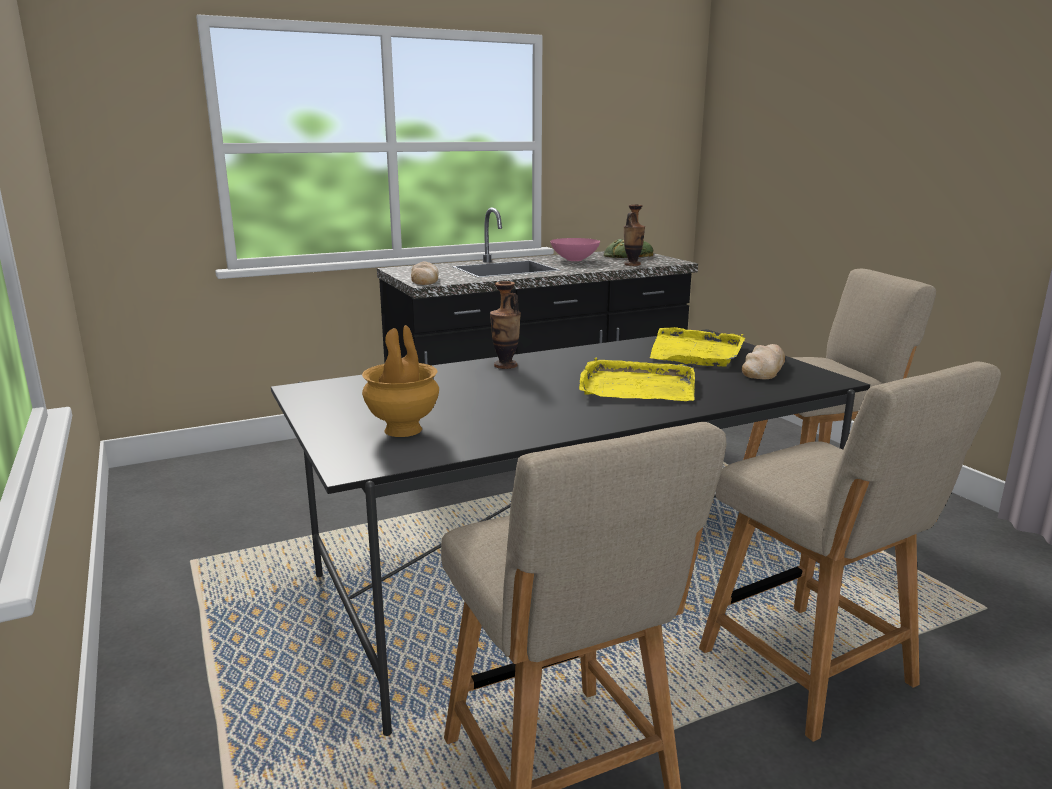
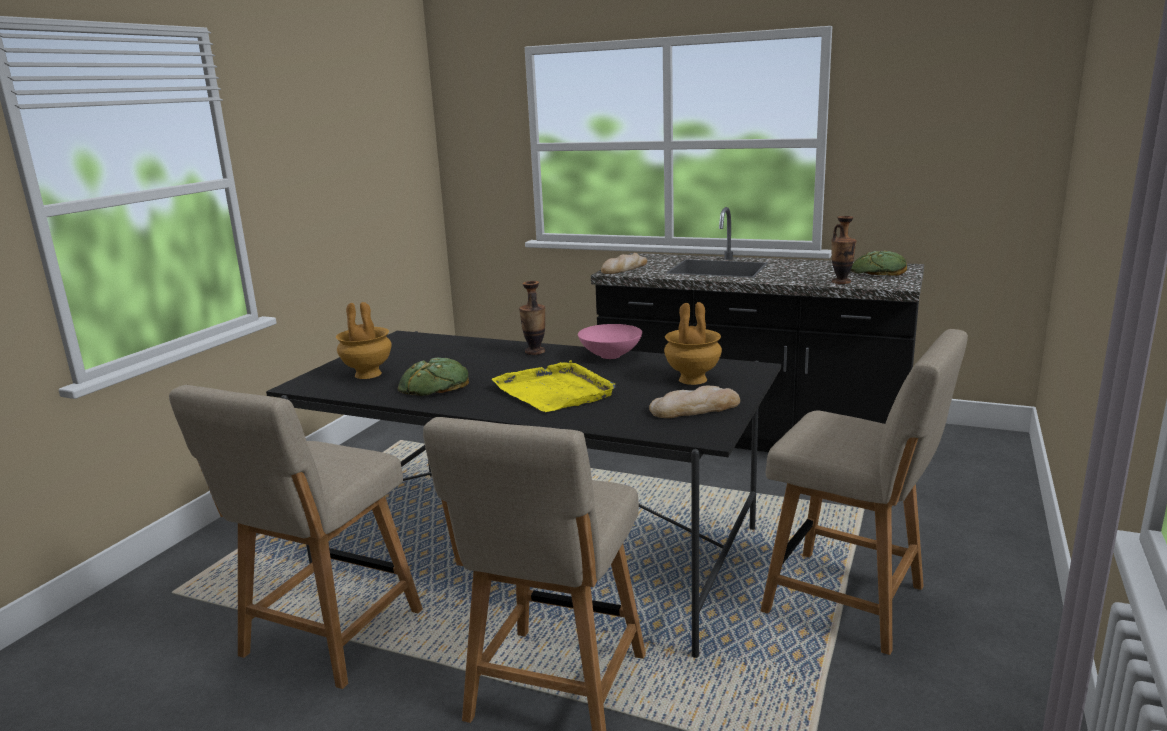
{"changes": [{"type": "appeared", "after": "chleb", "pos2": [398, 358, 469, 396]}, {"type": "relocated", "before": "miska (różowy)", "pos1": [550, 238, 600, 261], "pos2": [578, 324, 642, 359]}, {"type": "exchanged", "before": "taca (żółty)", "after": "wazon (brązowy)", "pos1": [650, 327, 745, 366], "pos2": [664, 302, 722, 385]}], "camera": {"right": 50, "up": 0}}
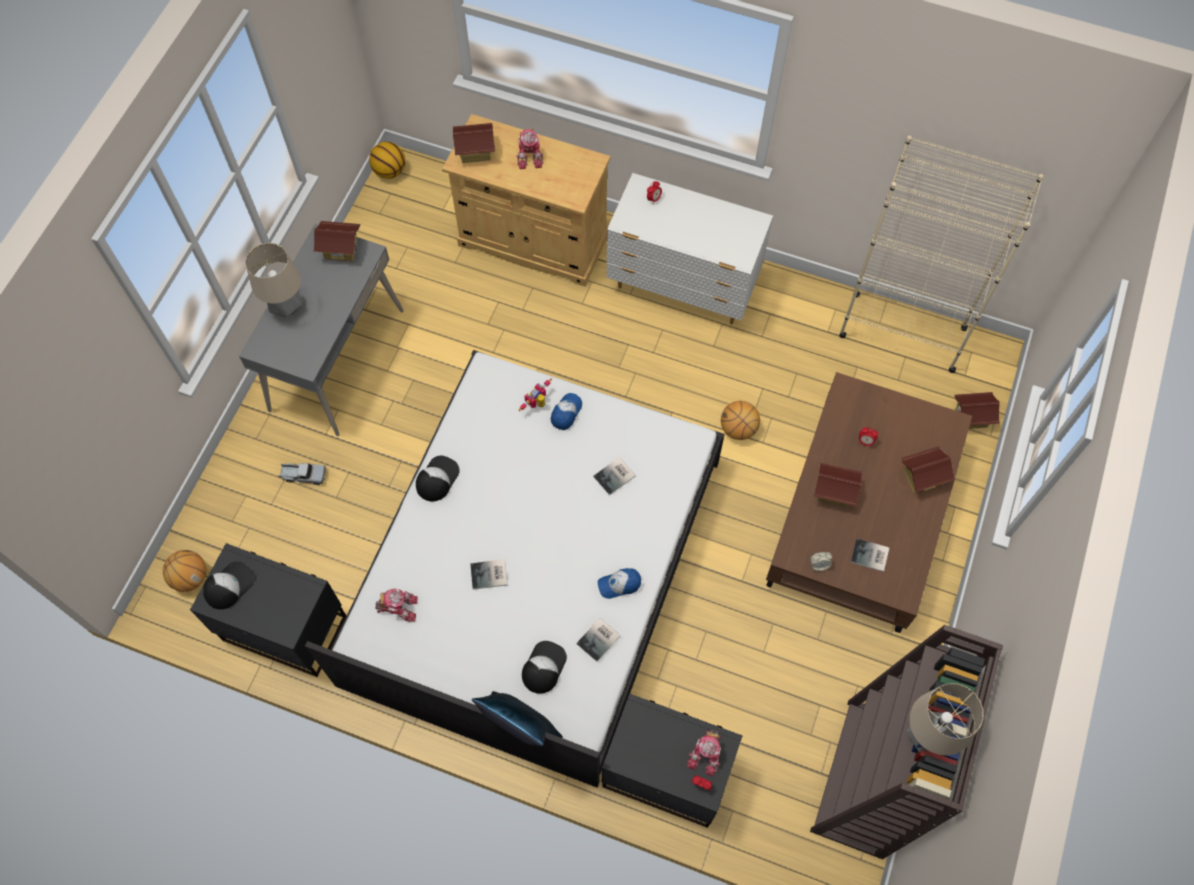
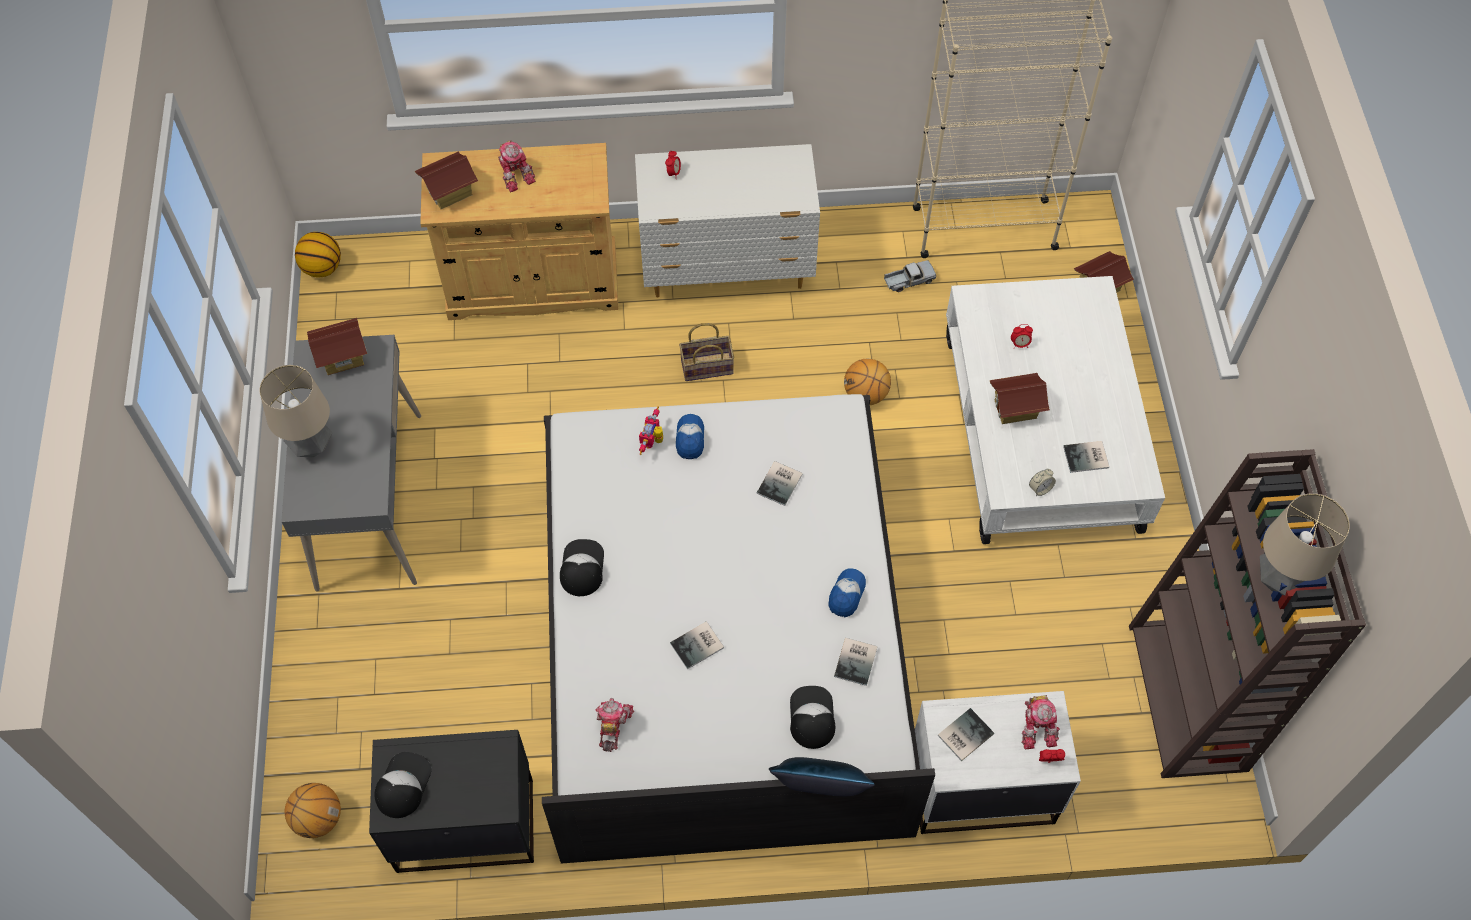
{"changes": [{"type": "spun", "before": "robot zabawkowy", "pos1": [375, 589, 417, 622], "pos2": [595, 698, 634, 752], "turn": -60}, {"type": "appeared", "after": "koszyk", "pos2": [679, 323, 734, 381]}, {"type": "spun", "before": "czapka z daszkiem", "pos1": [598, 568, 641, 599], "pos2": [829, 569, 866, 617], "turn": 150}, {"type": "relocated", "before": "ciężarówka zabawkowa", "pos1": [279, 463, 326, 485], "pos2": [884, 260, 936, 292]}, {"type": "colour", "before": "szafka nocna (czarny)", "after": "szafka nocna (biały)", "pos1": [602, 694, 742, 828], "pos2": [915, 691, 1081, 834]}, {"type": "appeared", "after": "książka", "pos2": [938, 708, 994, 761]}, {"type": "colour", "before": "ława (brązowy)", "after": "ława (biały)", "pos1": [766, 372, 972, 633], "pos2": [946, 276, 1165, 544]}, {"type": "missing", "before": "domek", "pos1": [901, 446, 955, 493]}], "camera": {"right": -25, "up": -5}}
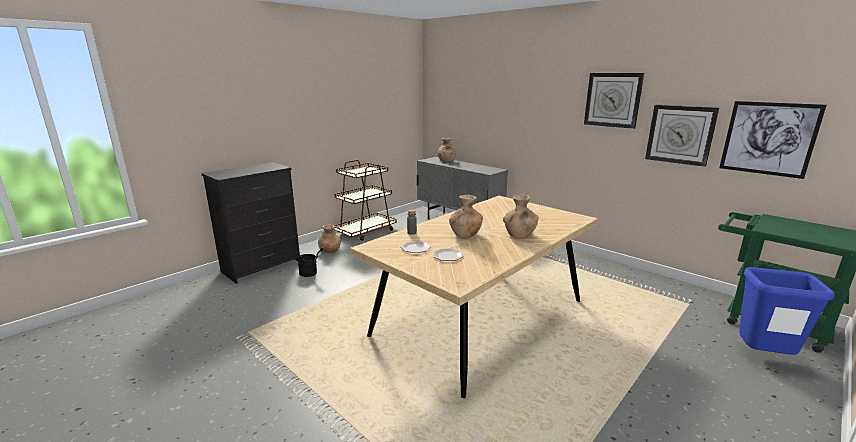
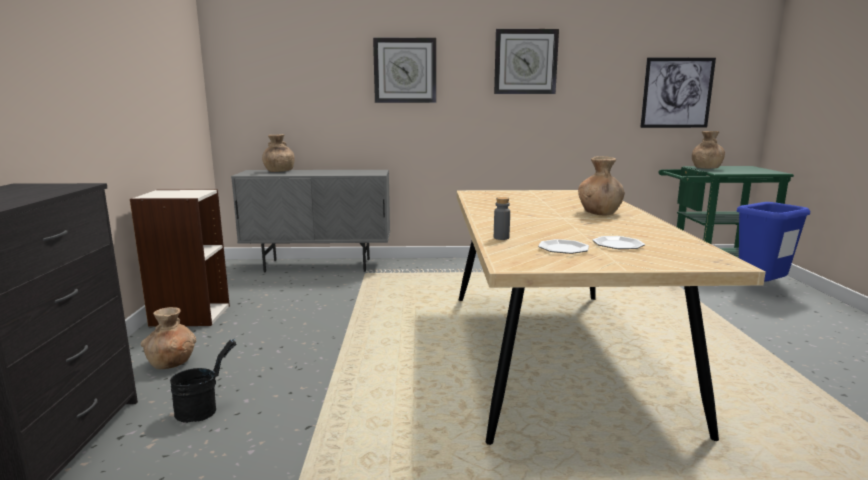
{"changes": [{"type": "exchanged", "before": "wózek (brązowy)", "after": "regał", "pos1": [334, 160, 397, 241], "pos2": [130, 189, 230, 327]}, {"type": "relocated", "before": "zegar ścienny", "pos1": [645, 105, 719, 167], "pos2": [373, 38, 436, 103]}, {"type": "relocated", "before": "wazon (brązowy)", "pos1": [449, 195, 483, 238], "pos2": [692, 131, 725, 169]}], "camera": {"right": -45, "up": -5}}
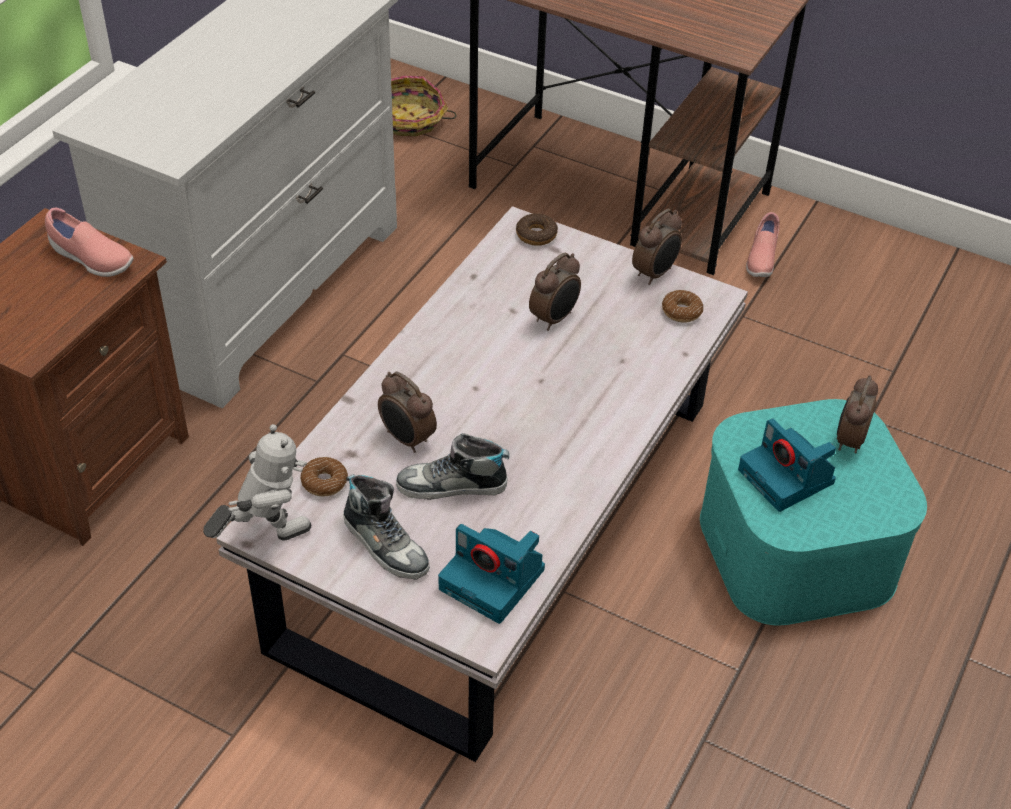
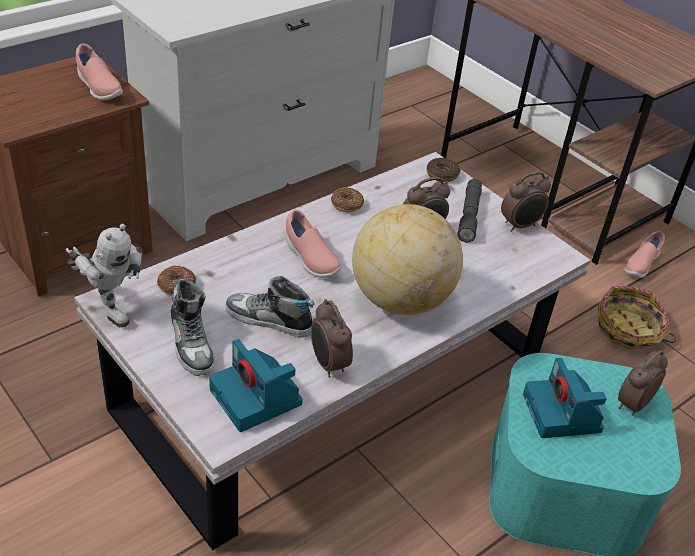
{"changes": [{"type": "spun", "before": "robot zabawkowy", "pos1": [203, 424, 312, 541], "pos2": [66, 224, 142, 327], "turn": 45}, {"type": "appeared", "after": "but (różowy)", "pos2": [285, 210, 341, 278]}, {"type": "relocated", "before": "budzik", "pos1": [378, 372, 437, 453], "pos2": [311, 299, 353, 378]}, {"type": "relocated", "before": "donut", "pos1": [662, 290, 703, 323], "pos2": [331, 187, 364, 213]}, {"type": "appeared", "after": "globus", "pos2": [352, 204, 463, 315]}, {"type": "appeared", "after": "latarka (szary)", "pos2": [457, 179, 482, 243]}, {"type": "relocated", "before": "koszyk", "pos1": [391, 76, 456, 137], "pos2": [598, 286, 676, 349]}], "camera": {"right": 20, "up": -5}}
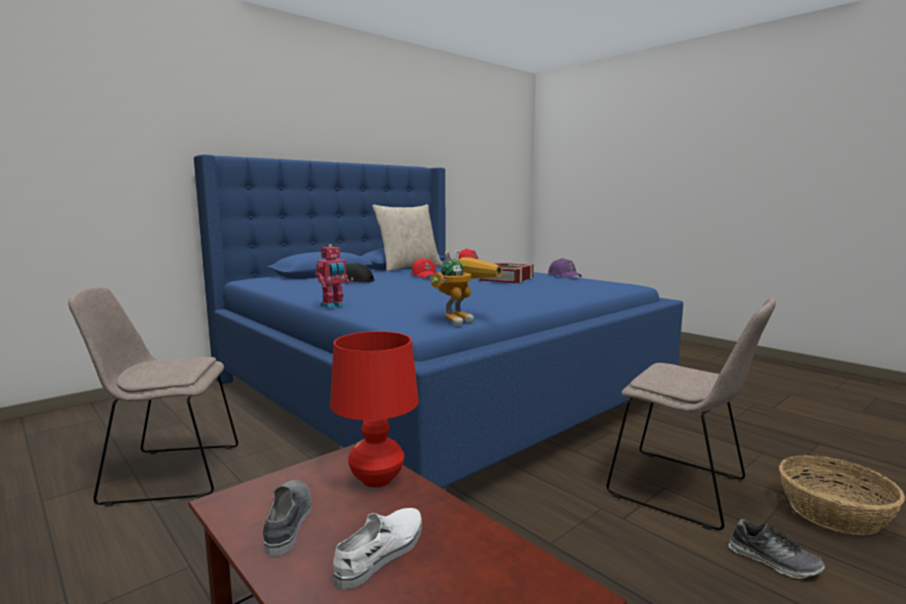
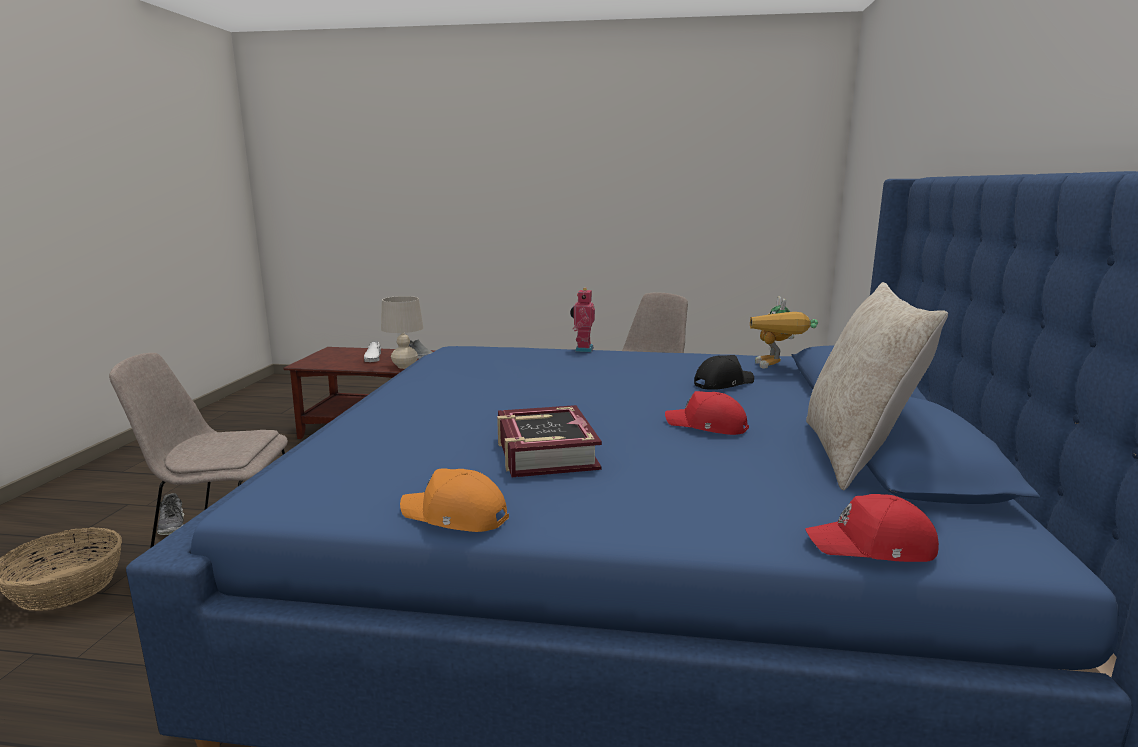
{"changes": [{"type": "spun", "before": "but", "pos1": [728, 519, 825, 579], "pos2": [157, 493, 184, 535], "turn": -120}, {"type": "colour", "before": "lampa stołowa (czerwony)", "after": "lampa stołowa (beżowy)", "pos1": [330, 331, 419, 487], "pos2": [381, 296, 423, 369]}, {"type": "colour", "before": "czapka z daszkiem (fioletowy)", "after": "czapka z daszkiem (pomarańczowy)", "pos1": [548, 258, 582, 278], "pos2": [400, 469, 509, 532]}, {"type": "relocated", "before": "robot zabawkowy", "pos1": [430, 250, 503, 326], "pos2": [750, 296, 818, 369]}], "camera": {"right": 140, "up": 5}}
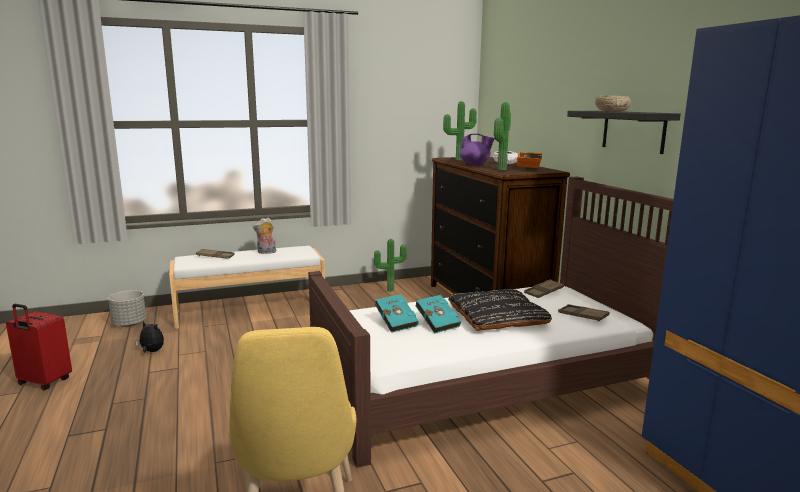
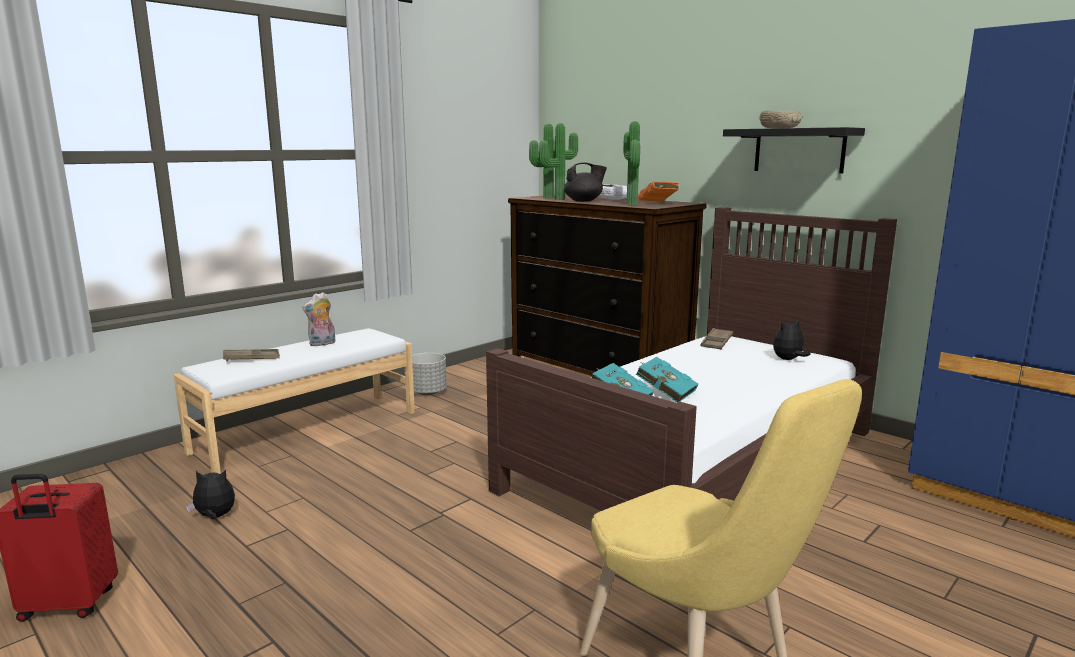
{"changes": [{"type": "relocated", "before": "donica (szary)", "pos1": [108, 290, 146, 327], "pos2": [412, 353, 447, 395]}, {"type": "relocated", "before": "roślina doniczkowa", "pos1": [374, 239, 407, 292], "pos2": [539, 123, 578, 200]}, {"type": "colour", "before": "imbryk (fioletowy)", "after": "imbryk (czarny)", "pos1": [459, 133, 495, 165], "pos2": [564, 162, 607, 202]}, {"type": "exchanged", "before": "taca (brązowy)", "after": "pluszak", "pos1": [558, 304, 609, 322], "pos2": [773, 319, 811, 360]}, {"type": "missing", "before": "poduszka (czarny)", "pos1": [448, 289, 552, 331]}], "camera": {"right": -25, "up": 0}}
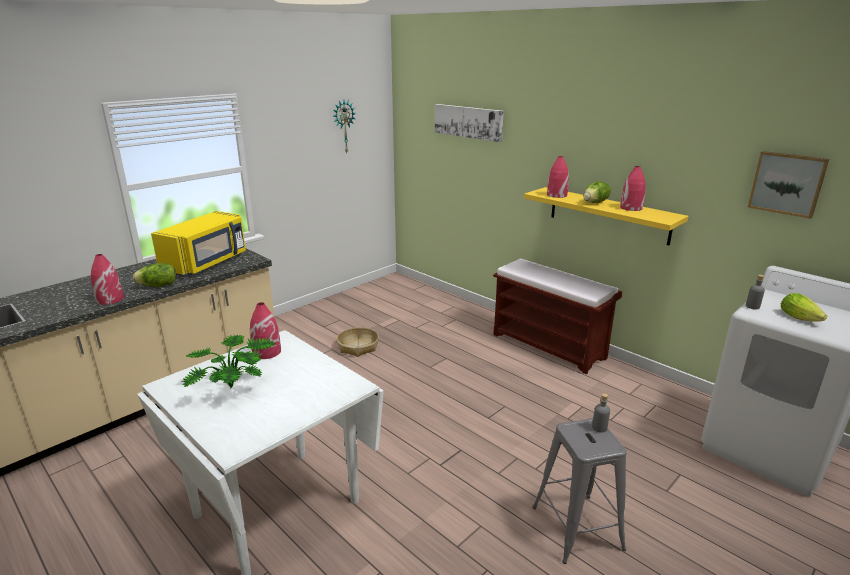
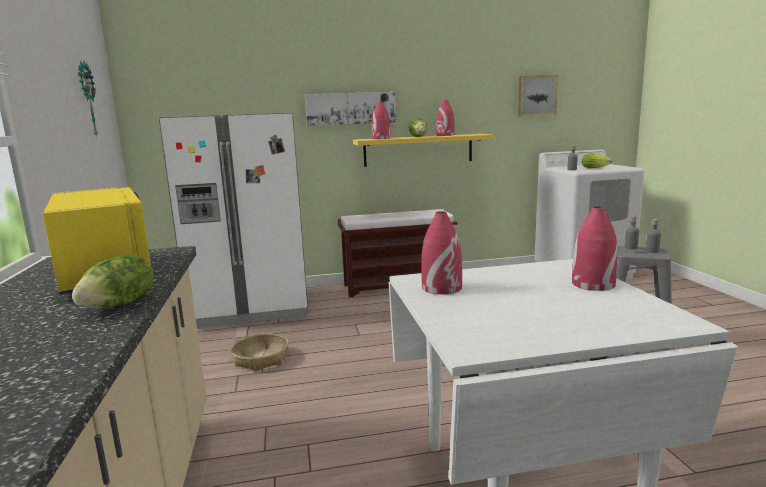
{"changes": [{"type": "appeared", "after": "lodówka (biały)", "pos2": [159, 113, 308, 328]}, {"type": "relocated", "before": "obraz", "pos1": [435, 104, 504, 142], "pos2": [305, 92, 396, 126]}, {"type": "relocated", "before": "wazon (czerwony)", "pos1": [91, 254, 124, 305], "pos2": [572, 207, 618, 291]}, {"type": "appeared", "after": "butelka (szary)", "pos2": [645, 219, 661, 253]}, {"type": "missing", "before": "roślina doniczkowa", "pos1": [182, 335, 275, 388]}], "camera": {"right": -55, "up": -10}}
